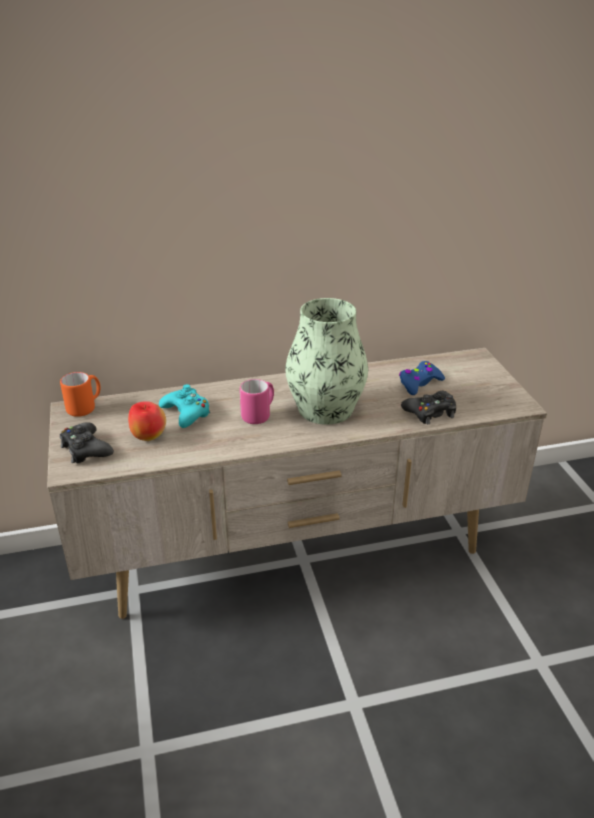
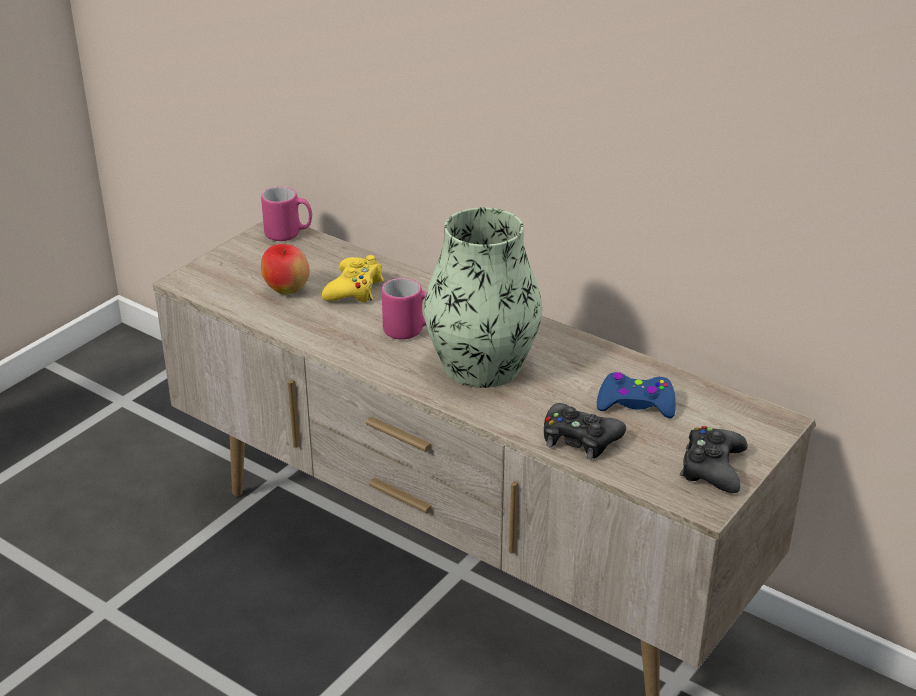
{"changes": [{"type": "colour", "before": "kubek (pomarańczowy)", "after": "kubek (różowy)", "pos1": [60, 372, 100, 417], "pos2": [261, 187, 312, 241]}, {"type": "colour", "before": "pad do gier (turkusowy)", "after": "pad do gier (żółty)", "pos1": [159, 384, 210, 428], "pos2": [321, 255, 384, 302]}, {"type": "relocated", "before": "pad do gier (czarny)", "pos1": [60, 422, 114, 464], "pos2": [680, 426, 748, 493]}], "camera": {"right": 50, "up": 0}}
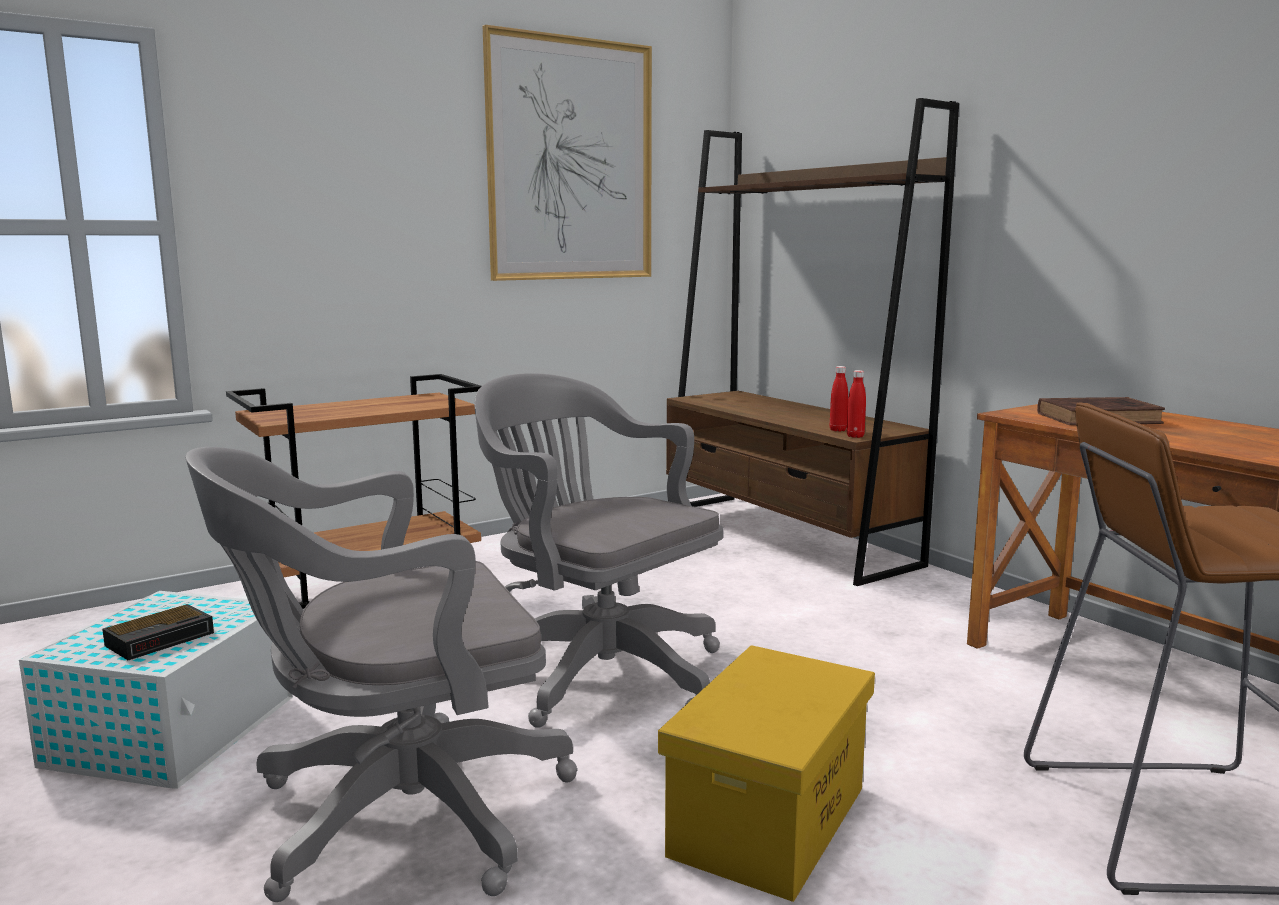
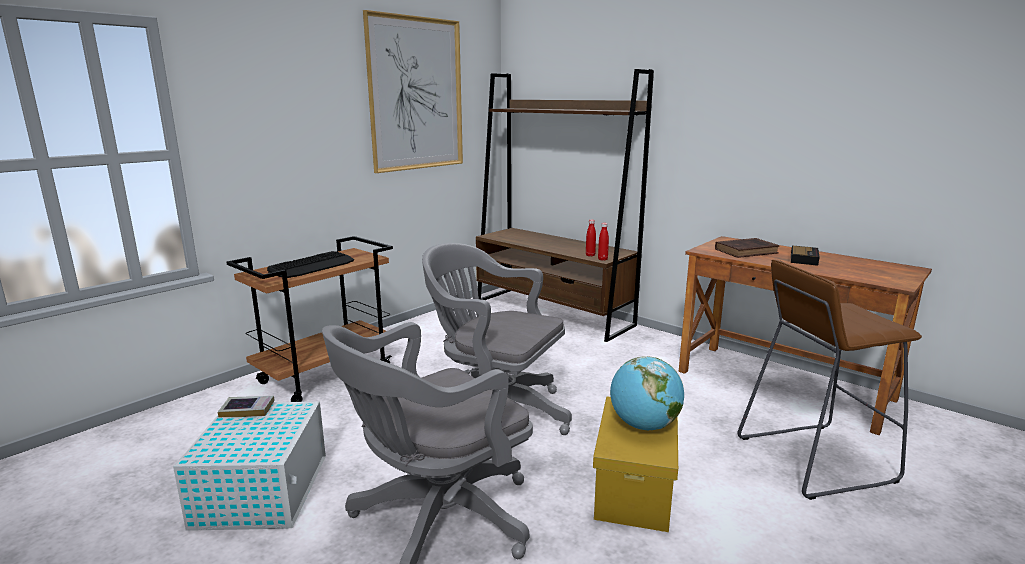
{"changes": [{"type": "appeared", "after": "książka", "pos2": [217, 396, 275, 418]}, {"type": "appeared", "after": "klawiatura", "pos2": [267, 251, 354, 278]}, {"type": "appeared", "after": "globus", "pos2": [610, 356, 684, 430]}, {"type": "relocated", "before": "budzik", "pos1": [102, 604, 214, 660], "pos2": [791, 245, 819, 266]}], "camera": {"right": -15, "up": 5}}
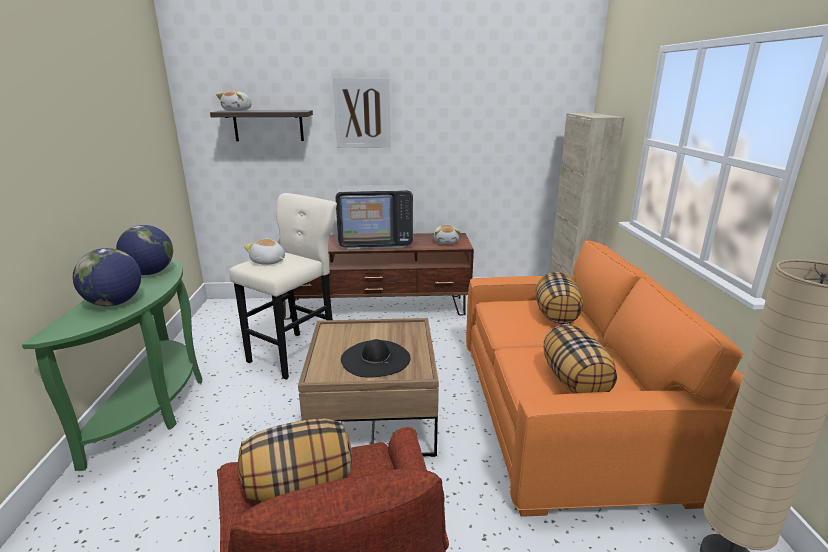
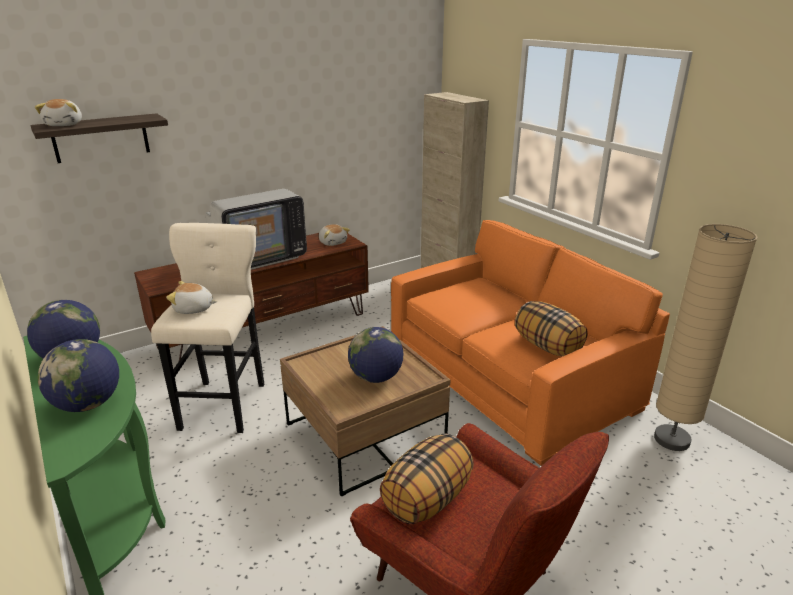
{"changes": [{"type": "exchanged", "before": "kapelusz (czarny)", "after": "globus", "pos1": [341, 339, 410, 378], "pos2": [348, 327, 403, 383]}, {"type": "missing", "before": "obraz", "pos1": [333, 78, 391, 148]}, {"type": "missing", "before": "poduszka", "pos1": [536, 272, 583, 324]}], "camera": {"right": -30, "up": 5}}
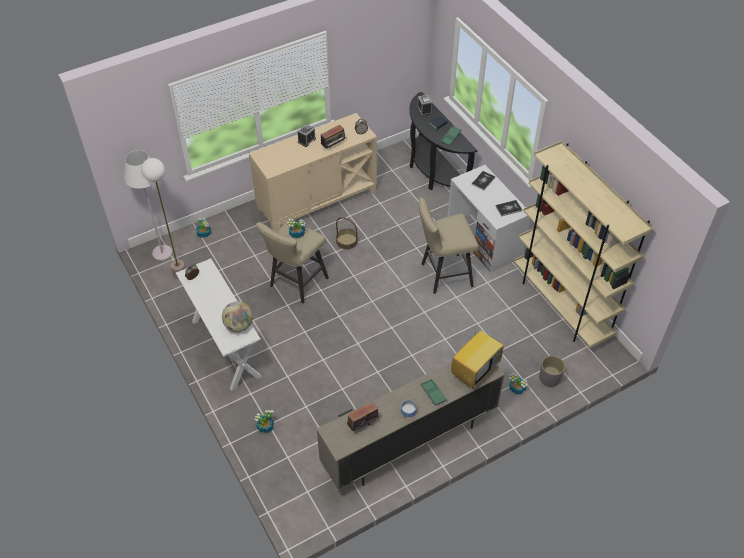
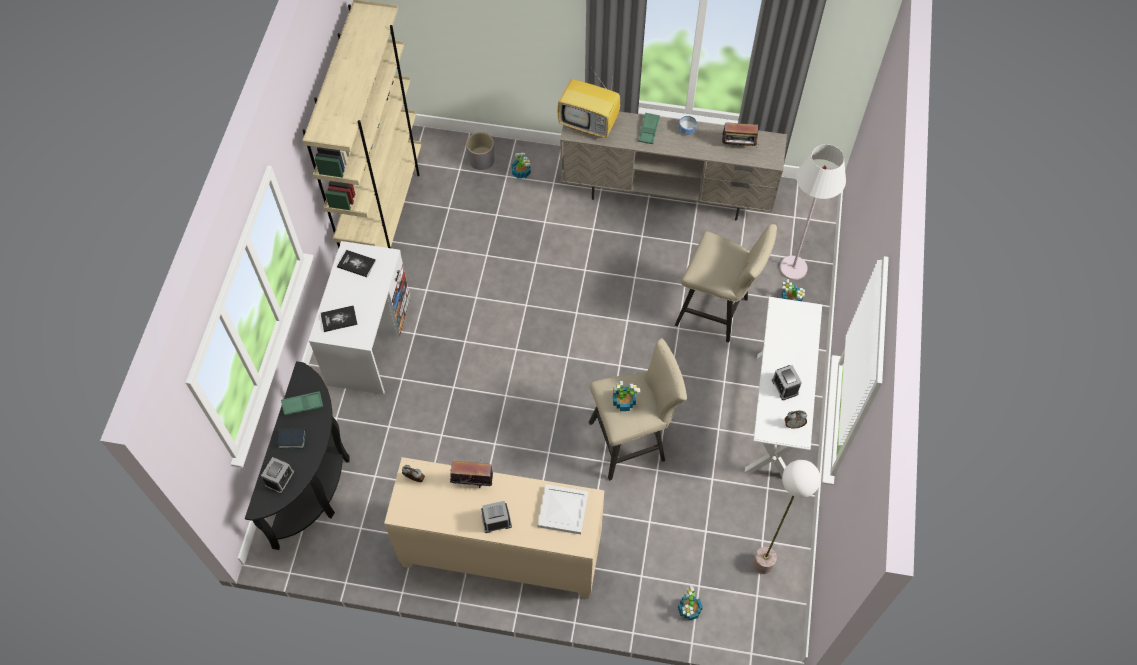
{"changes": [{"type": "appeared", "after": "taca (biały)", "pos2": [538, 484, 588, 534]}, {"type": "spun", "before": "telewizor", "pos1": [451, 323, 503, 389], "pos2": [557, 69, 620, 138], "turn": -150}, {"type": "relocated", "before": "stołek (beżowy)", "pos1": [418, 198, 479, 294], "pos2": [675, 224, 777, 343]}, {"type": "appeared", "after": "budzik", "pos2": [772, 365, 802, 400]}, {"type": "relocated", "before": "lampa stojąca (biały)", "pos1": [124, 150, 173, 261], "pos2": [780, 144, 846, 280]}, {"type": "missing", "before": "globus", "pos1": [222, 301, 253, 332]}, {"type": "missing", "before": "koszyk", "pos1": [336, 217, 358, 250]}], "camera": {"right": -140, "up": 10}}
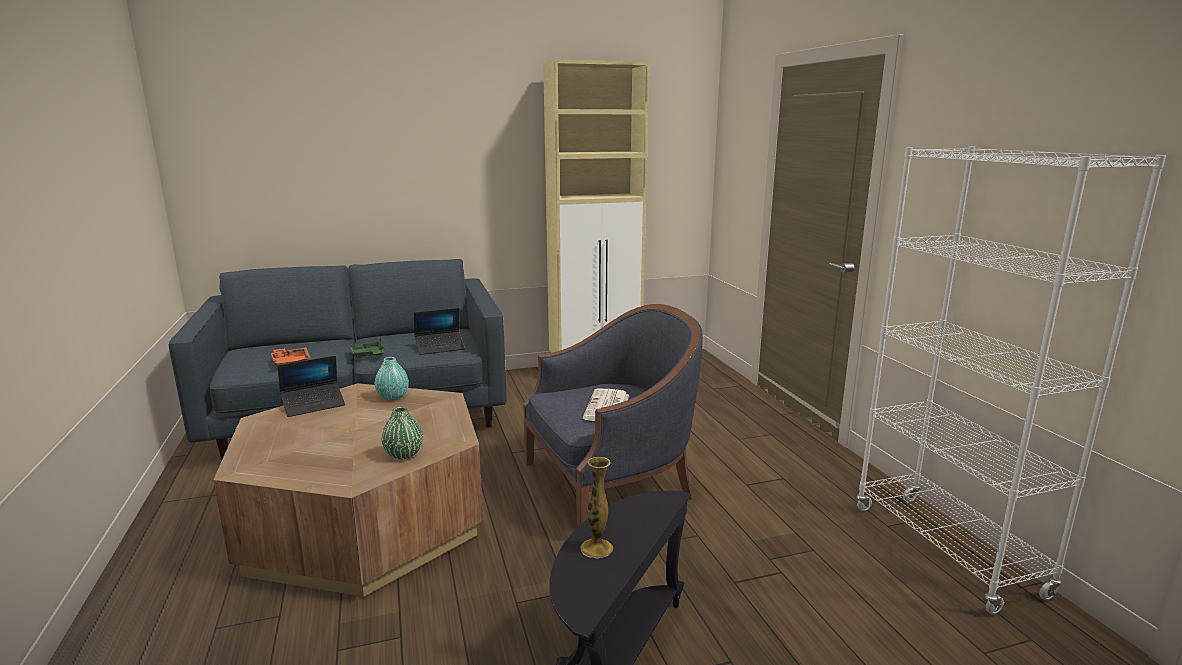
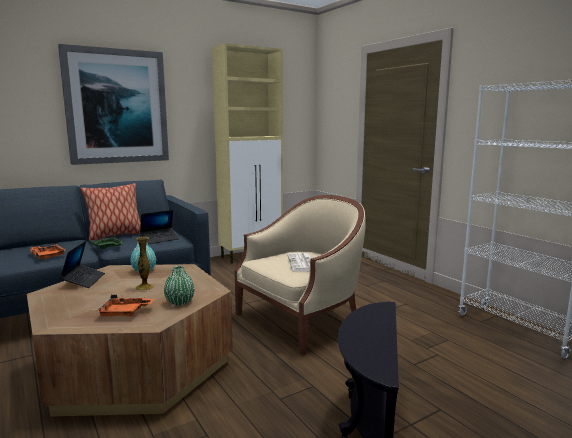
{"changes": [{"type": "appeared", "after": "obraz", "pos2": [58, 44, 169, 165]}, {"type": "spun", "before": "laptop", "pos1": [278, 356, 345, 417], "pos2": [60, 241, 105, 288], "turn": -45}, {"type": "appeared", "after": "poduszka", "pos2": [80, 183, 141, 241]}, {"type": "appeared", "after": "taca (pomarańczowy)", "pos2": [96, 294, 154, 317]}, {"type": "relocated", "before": "wazon", "pos1": [580, 457, 613, 558], "pos2": [136, 237, 154, 291]}, {"type": "colour", "before": "fotel (niebieski)", "after": "fotel (beżowy)", "pos1": [523, 304, 703, 527], "pos2": [235, 195, 366, 356]}], "camera": {"right": -15, "up": -5}}
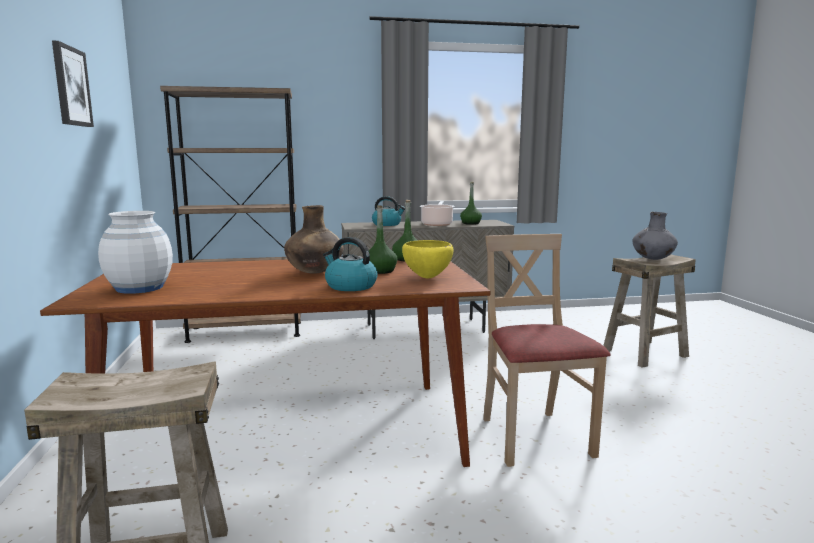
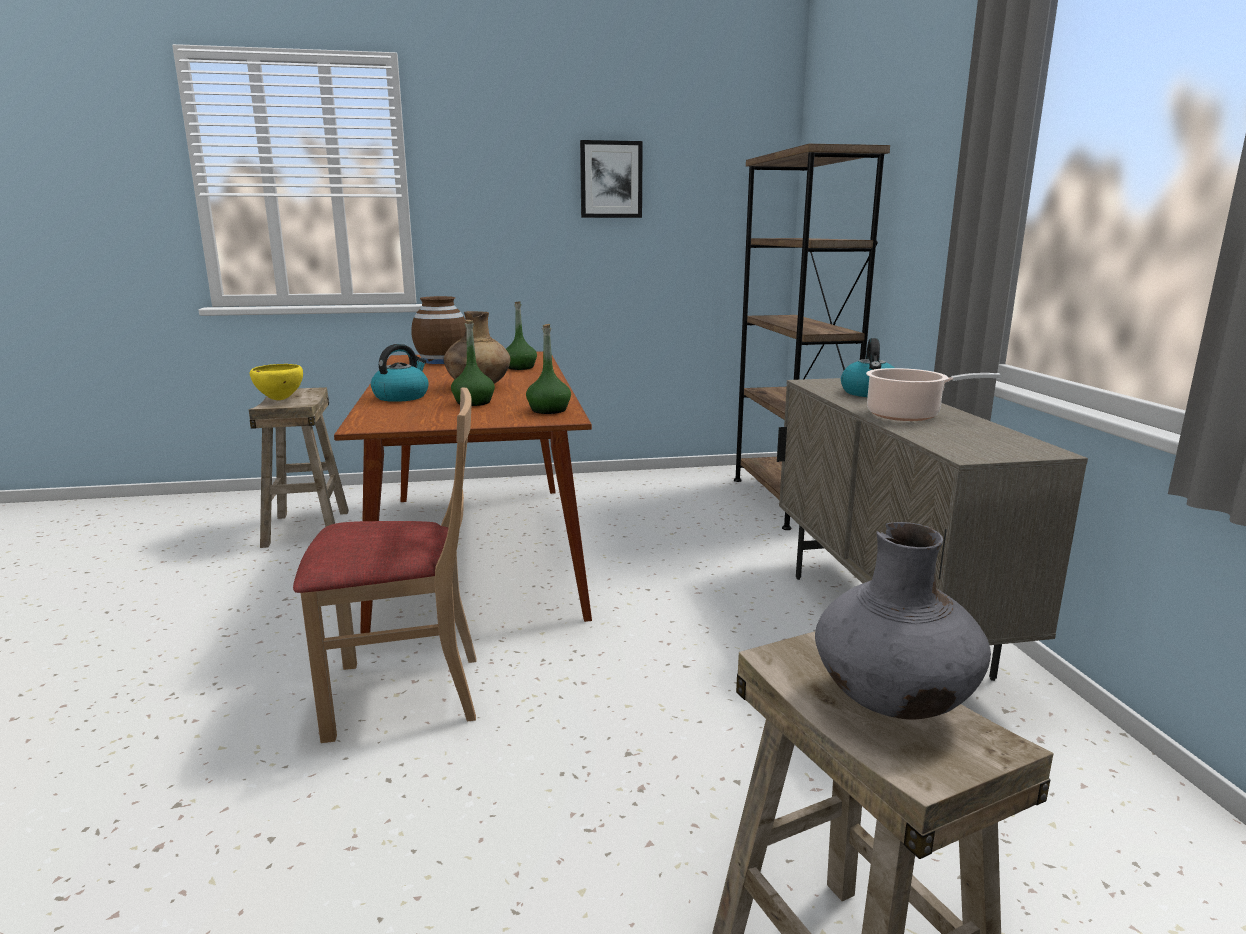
{"changes": [{"type": "relocated", "before": "miska (żółty)", "pos1": [402, 240, 453, 279], "pos2": [250, 364, 303, 400]}, {"type": "colour", "before": "wazon (biały)", "after": "wazon (brązowy)", "pos1": [98, 211, 173, 294], "pos2": [411, 296, 466, 364]}, {"type": "relocated", "before": "butelka (zielony)", "pos1": [460, 182, 482, 225], "pos2": [506, 301, 537, 370]}], "camera": {"right": 90, "up": 5}}
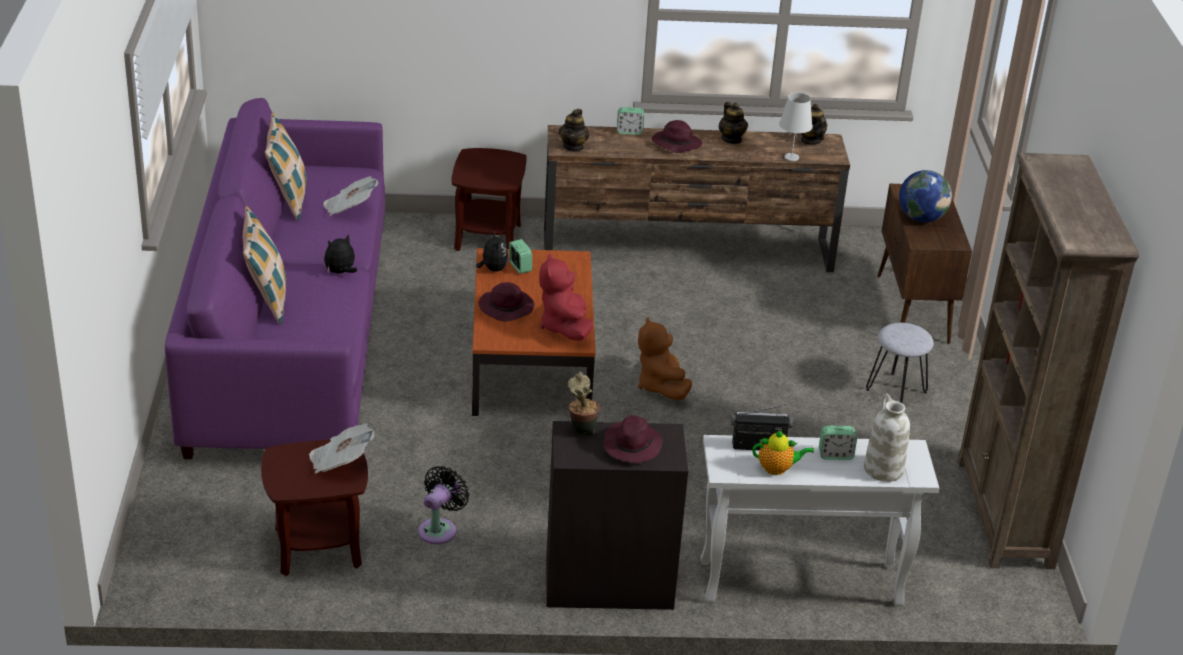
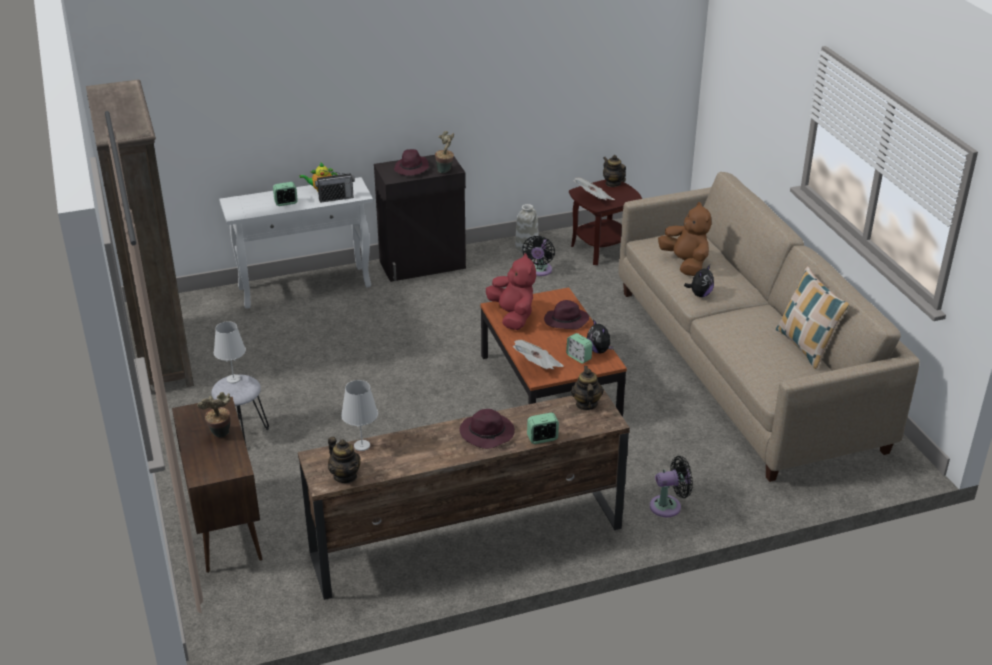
{"changes": [{"type": "exchanged", "before": "globus", "after": "roślina doniczkowa", "pos1": [899, 170, 952, 222], "pos2": [197, 392, 230, 437]}, {"type": "appeared", "after": "lampa stołowa (biały)", "pos2": [214, 321, 246, 384]}, {"type": "relocated", "before": "gazeta", "pos1": [323, 176, 378, 216], "pos2": [513, 340, 564, 369]}, {"type": "relocated", "before": "wazon (biały)", "pos1": [864, 394, 910, 482], "pos2": [515, 204, 539, 252]}, {"type": "relocated", "before": "imbryk", "pos1": [718, 102, 748, 144], "pos2": [603, 155, 626, 187]}, {"type": "colour", "before": "kanapa (fioletowy)", "after": "kanapa (beżowy)", "pos1": [165, 98, 385, 459], "pos2": [618, 172, 920, 482]}, {"type": "exchanged", "before": "stolik (brązowy)", "after": "wentylator (czarny)", "pos1": [452, 148, 527, 251], "pos2": [650, 456, 693, 517]}, {"type": "relocated", "before": "pluszak (brązowy)", "pos1": [638, 317, 692, 400], "pos2": [658, 202, 711, 276]}, {"type": "missing", "before": "poduszka", "pos1": [243, 206, 286, 325]}], "camera": {"right": 165, "up": 0}}
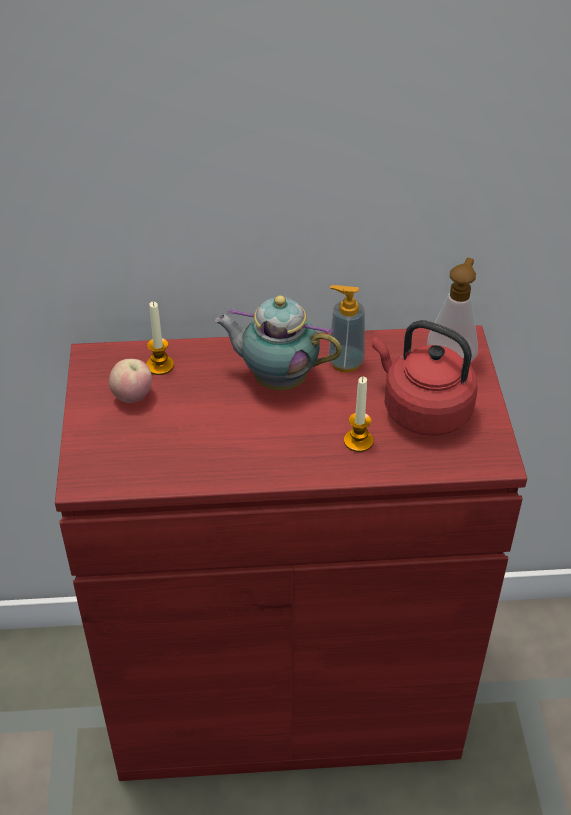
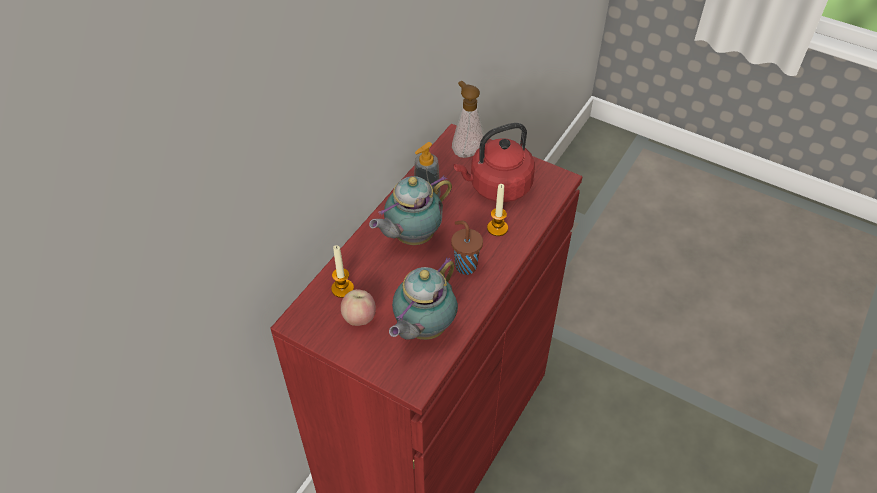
{"changes": [{"type": "appeared", "after": "imbryk", "pos2": [389, 257, 458, 340]}, {"type": "appeared", "after": "filiżanka (brązowy)", "pos2": [451, 221, 483, 275]}], "camera": {"right": -55, "up": 5}}
